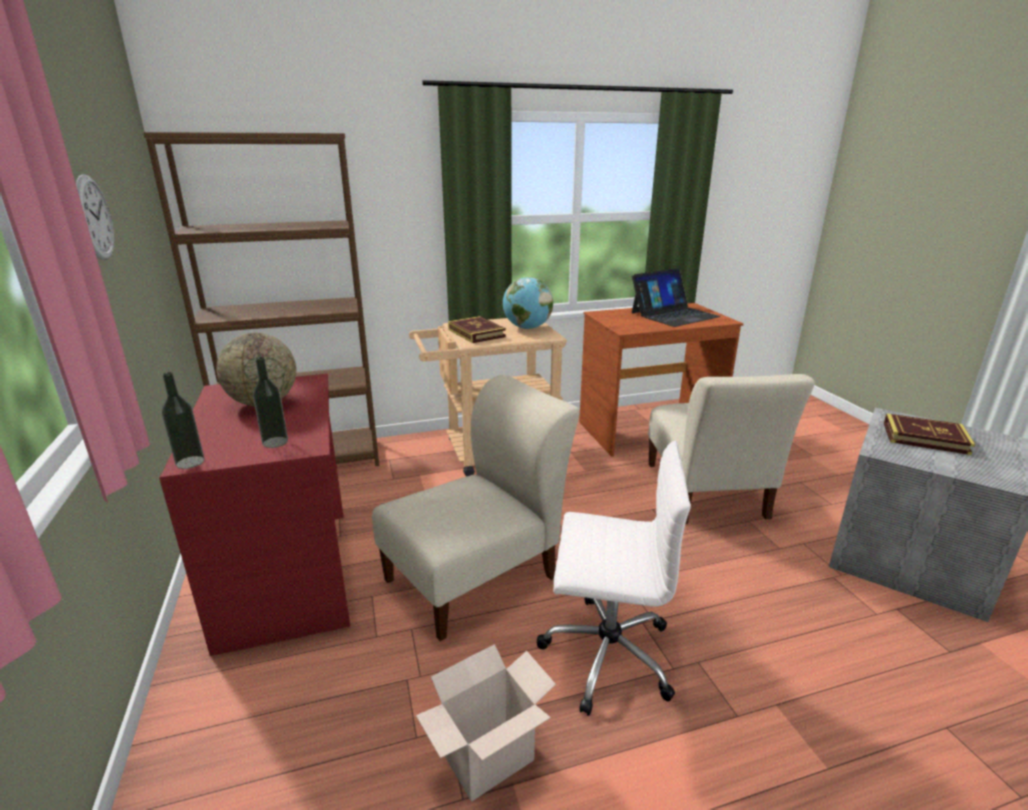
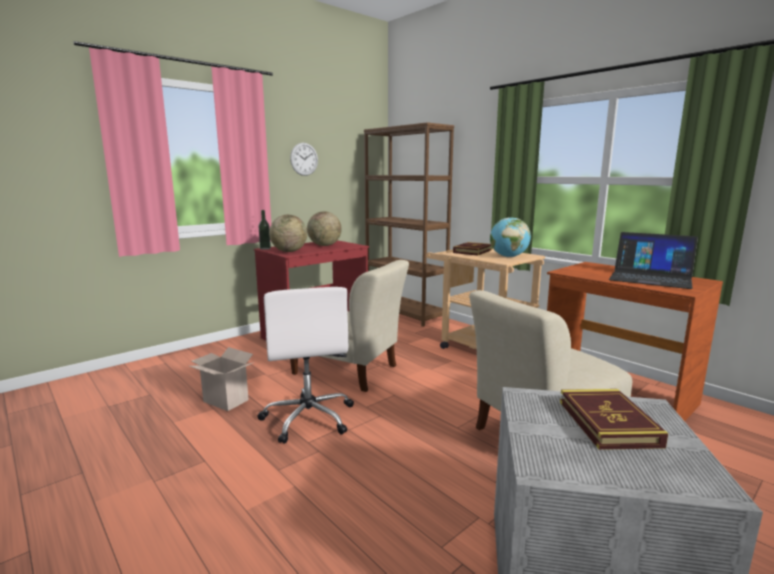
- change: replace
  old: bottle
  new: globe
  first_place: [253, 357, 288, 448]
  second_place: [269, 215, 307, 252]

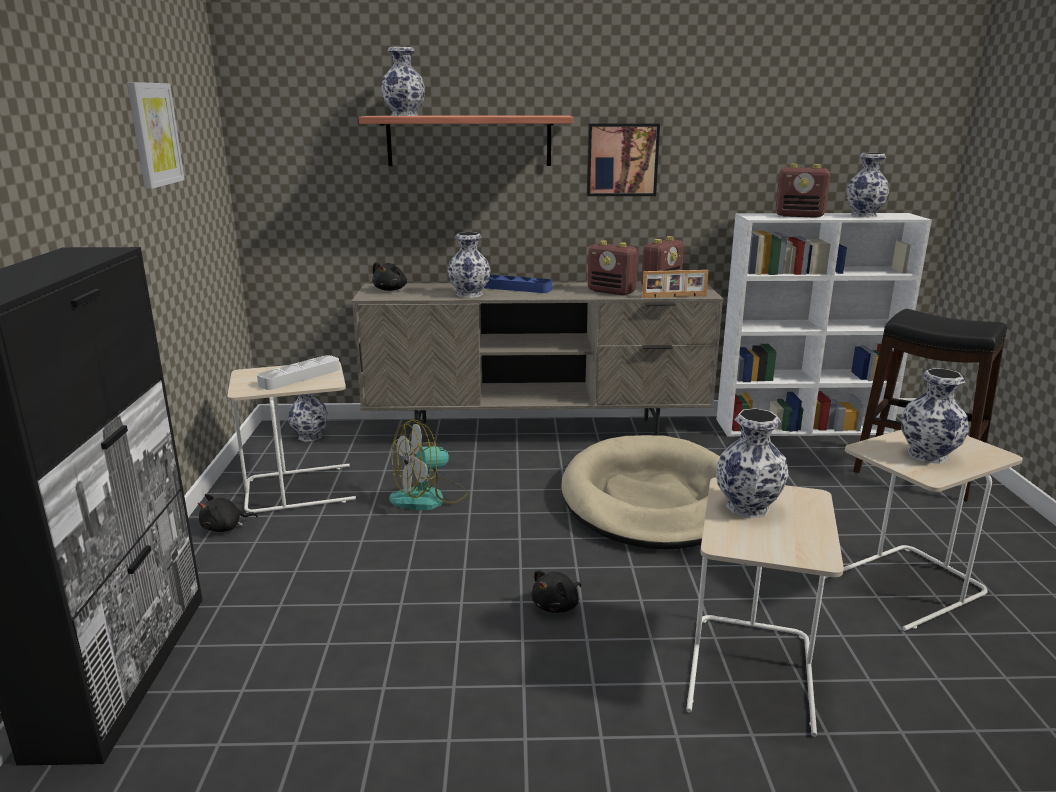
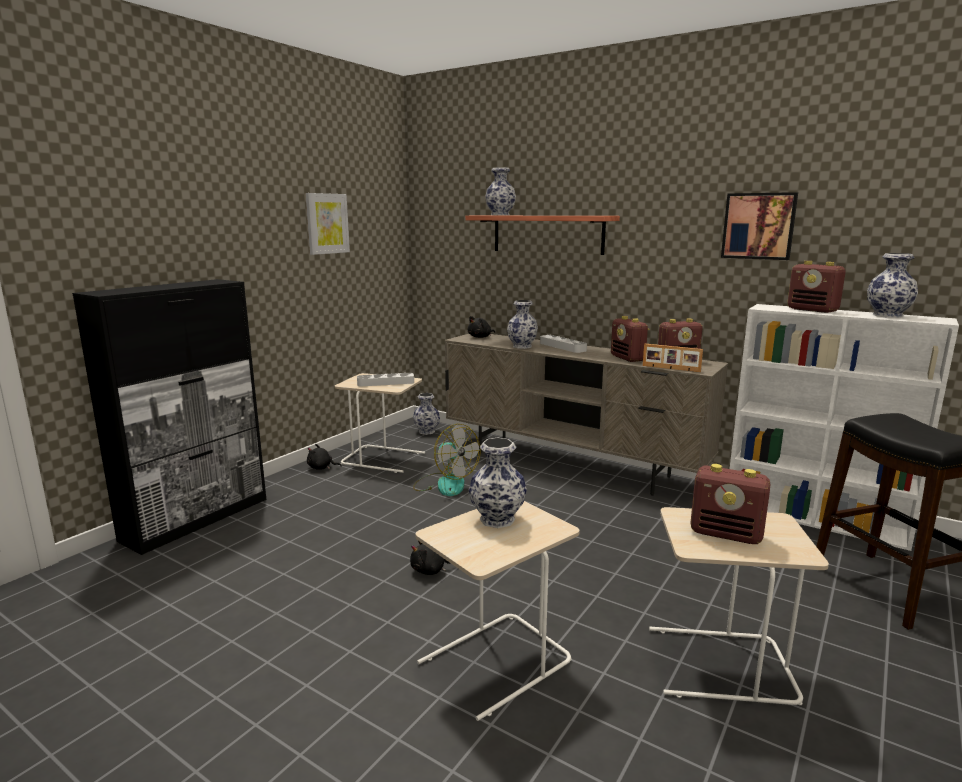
- change: move
  old: picture
  first_place: [587, 123, 660, 196]
  second_place: [721, 192, 798, 260]
- change: recolor
  old: tray (blue)
  new: tray (grey)
  first_place: [484, 275, 552, 293]
  second_place: [540, 335, 587, 353]
- change: replace
  old: vase
  new: radio
  first_place: [901, 368, 969, 464]
  second_place: [691, 464, 770, 544]
- change: rotate
  old: fan
  first_place: [389, 419, 468, 510]
  second_place: [413, 424, 481, 496]
  degrees: -135
- change: delete
  old: dog bed (beige)
  first_place: [561, 435, 720, 549]

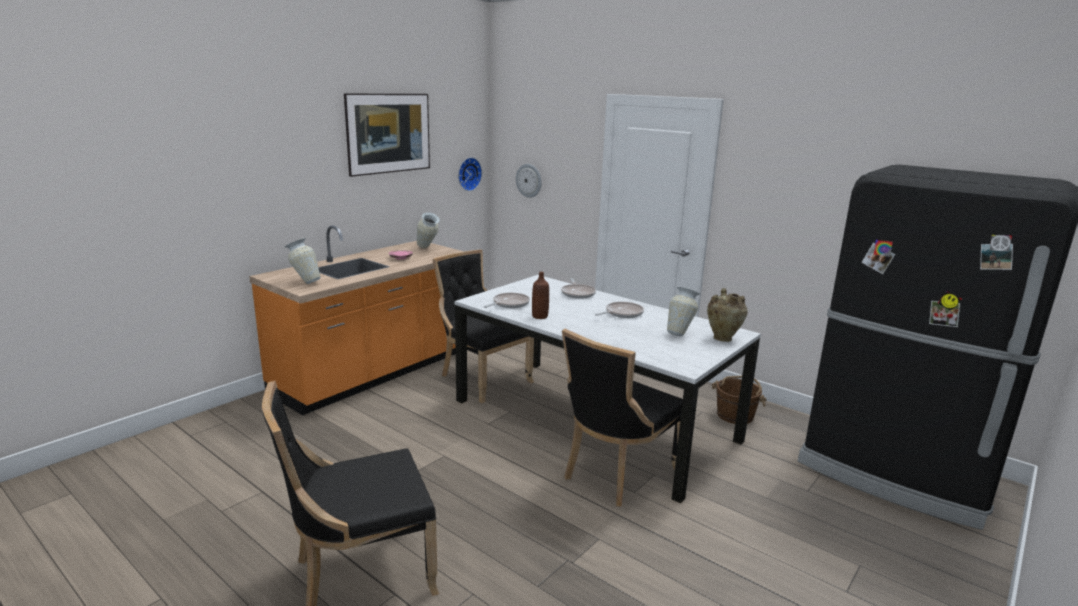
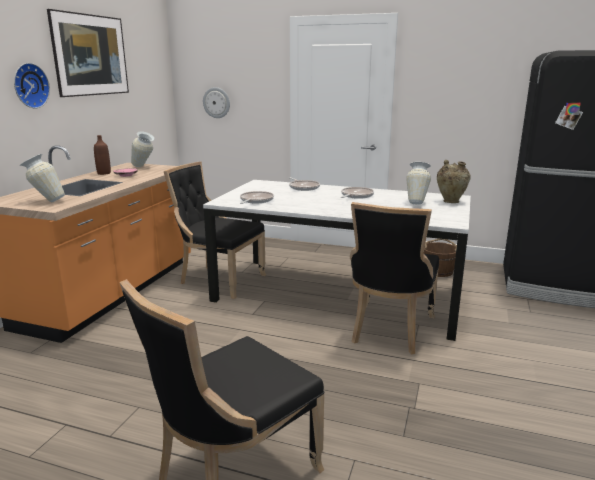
- change: move
  old: wall clock
  first_place: [458, 157, 482, 191]
  second_place: [14, 63, 50, 109]
- change: move
  old: bottle (brown)
  first_place: [532, 272, 549, 319]
  second_place: [94, 135, 111, 175]

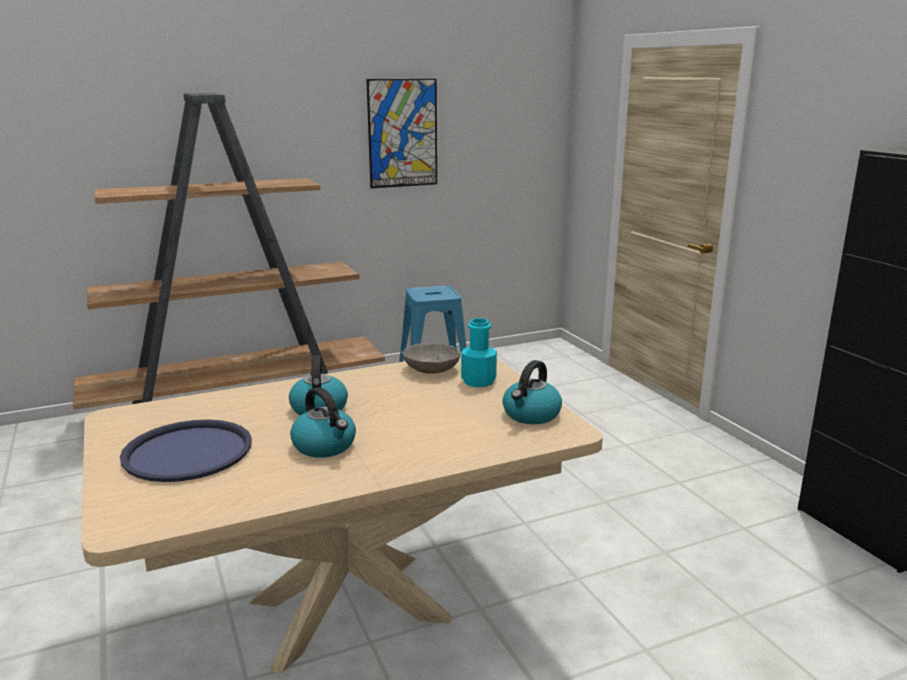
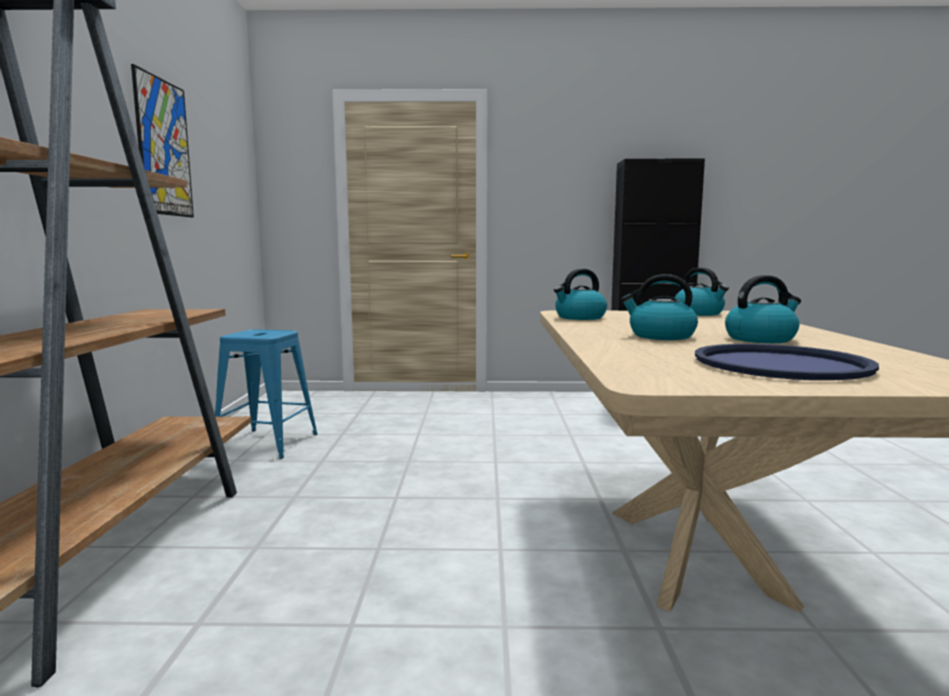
- change: delete
  old: bottle (turquoise)
  first_place: [461, 318, 497, 387]
- change: replace
  old: bowl (grey)
  new: kettle
  first_place: [403, 343, 461, 374]
  second_place: [554, 269, 607, 320]

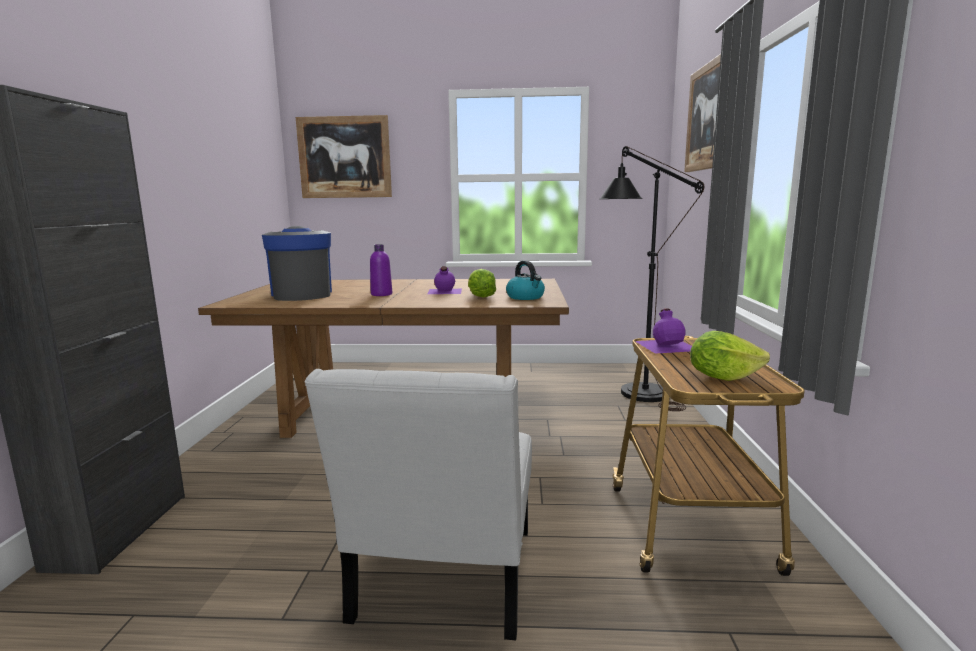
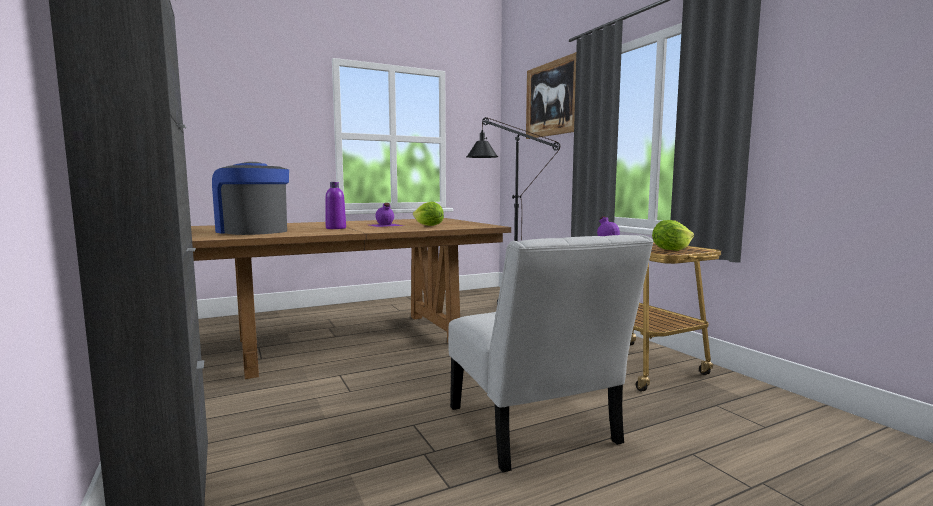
- change: delete
  old: picture
  first_place: [296, 115, 392, 198]
- change: delete
  old: kettle
  first_place: [506, 260, 545, 300]

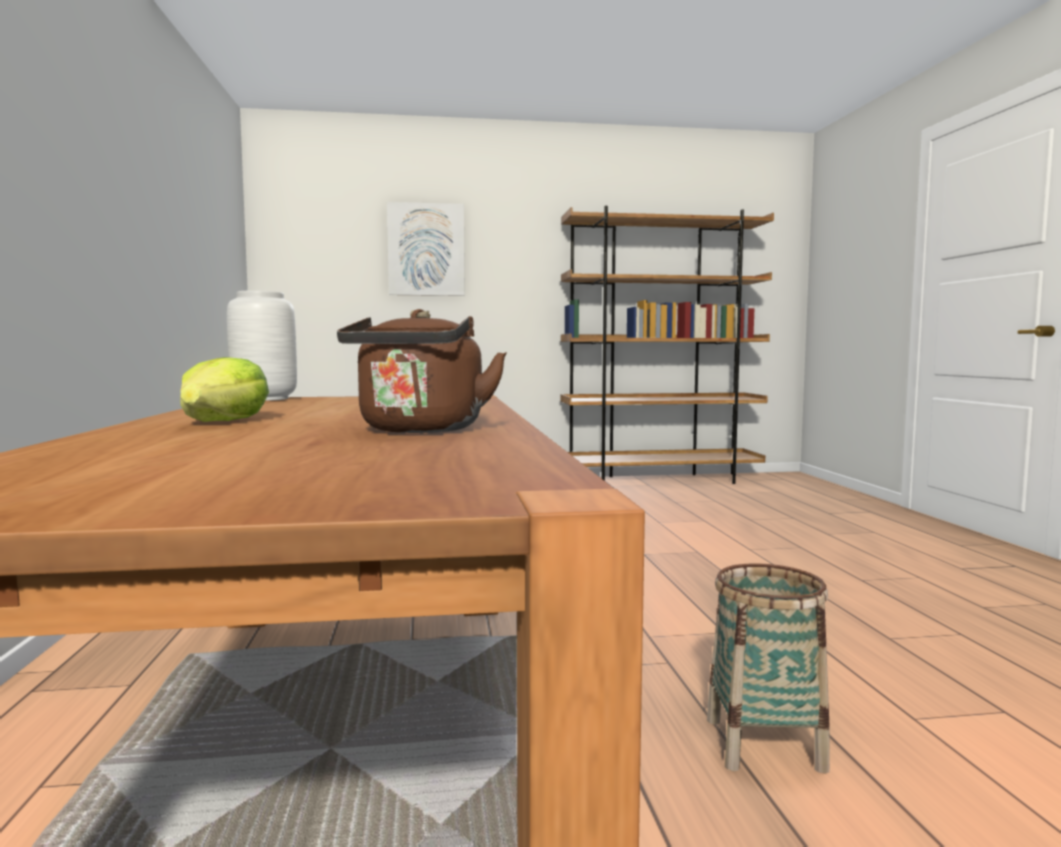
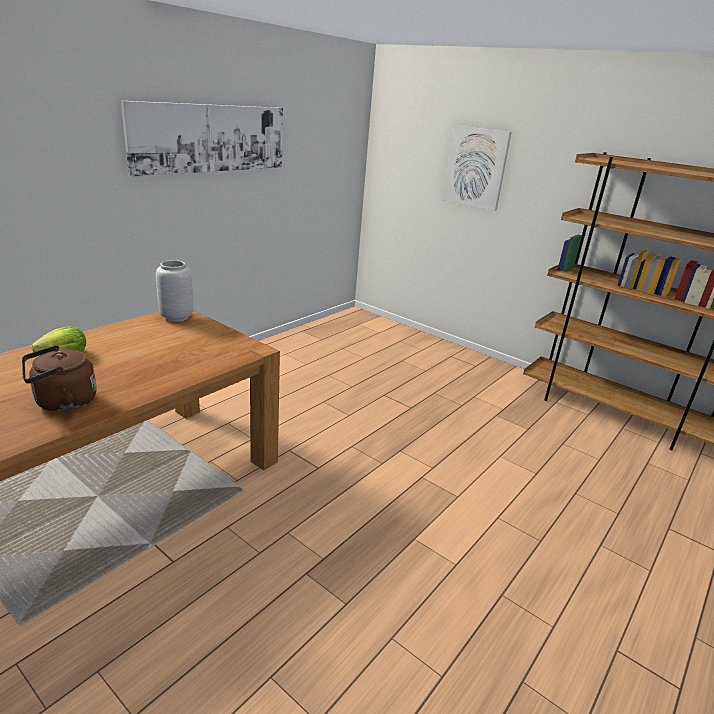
- change: delete
  old: basket
  first_place: [707, 563, 830, 774]
- change: insert
  new: picture
  second_place: [121, 101, 283, 177]

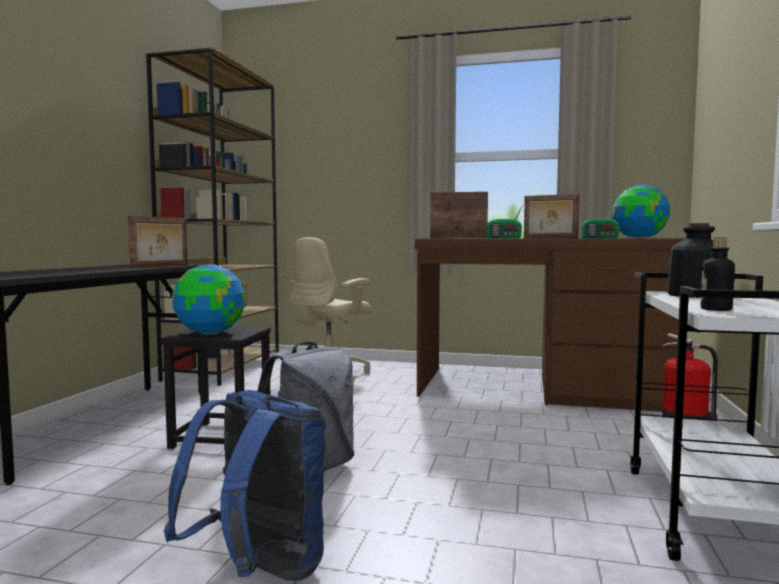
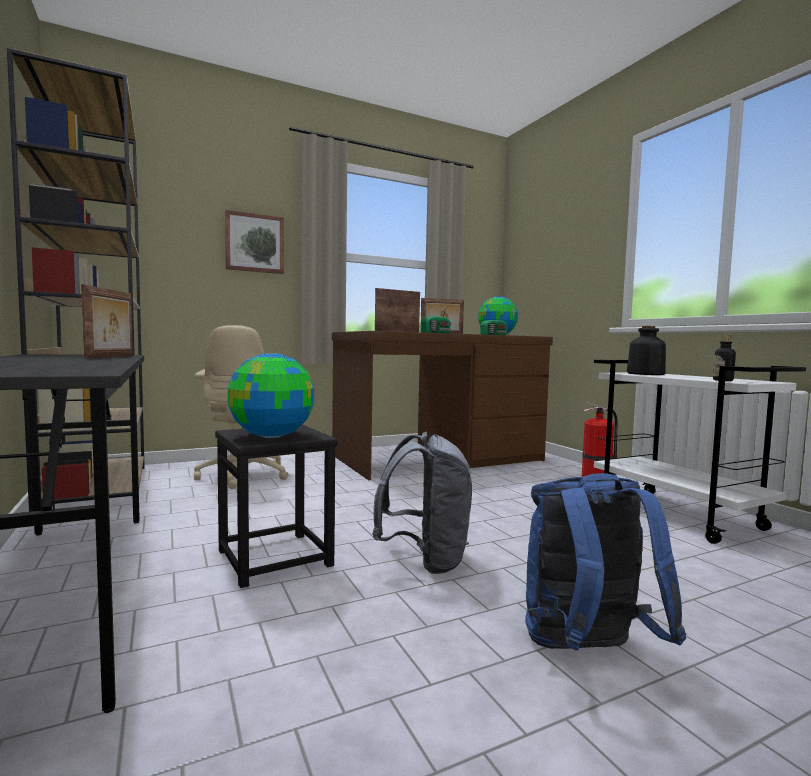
- change: insert
  new: picture
  second_place: [225, 210, 284, 274]

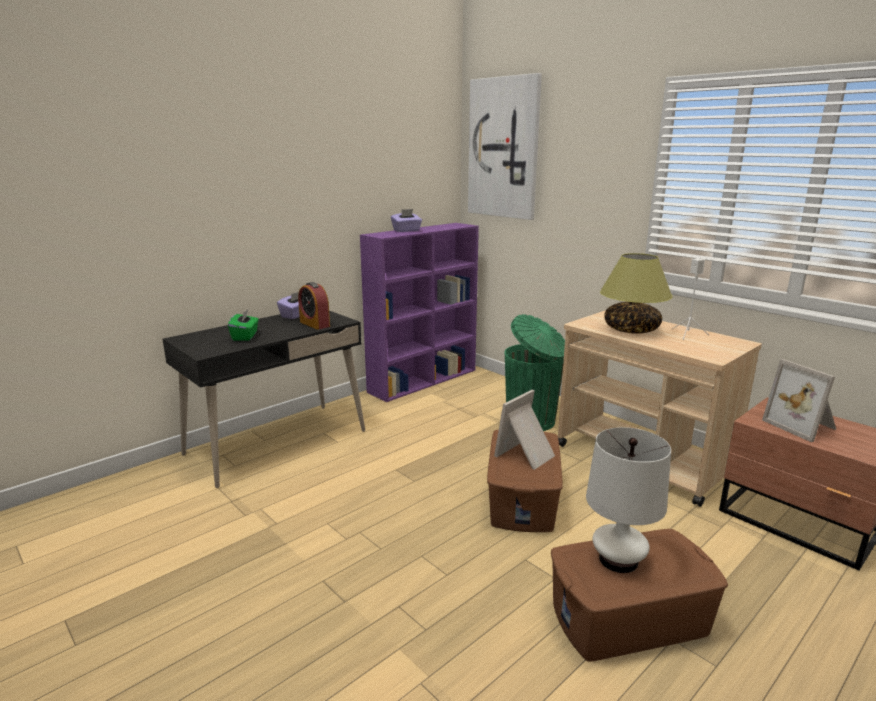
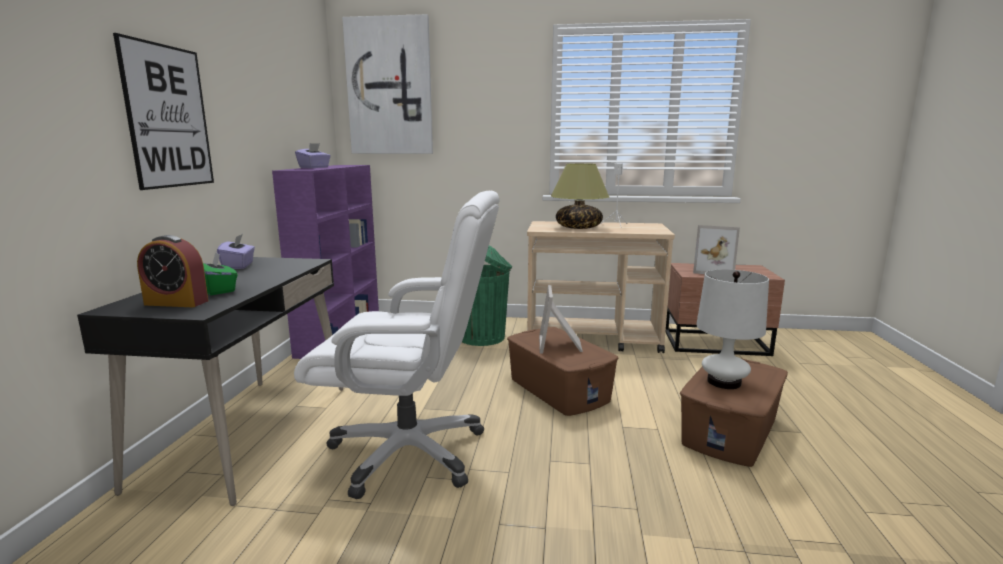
- change: move
  old: alarm clock
  first_place: [298, 282, 330, 330]
  second_place: [137, 235, 209, 307]
- change: insert
  new: picture
  second_place: [113, 33, 214, 190]
- change: insert
  new: office chair (white)
  second_place: [294, 191, 500, 499]

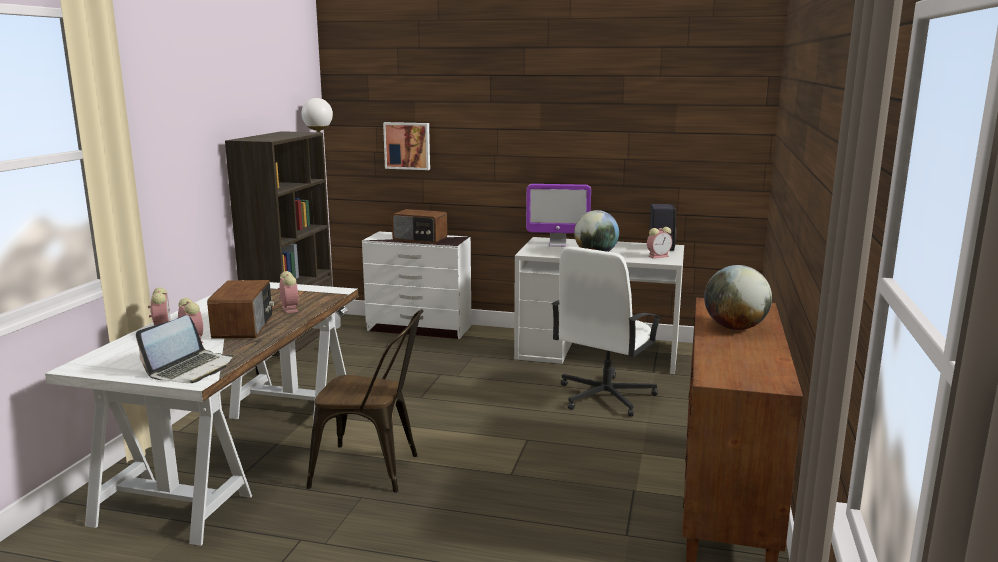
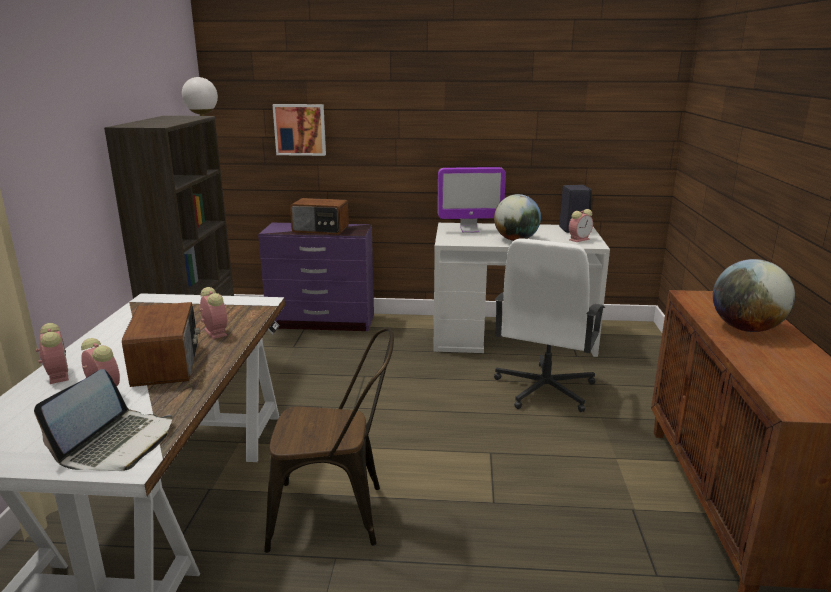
- change: recolor
  old: dresser (white)
  new: dresser (purple)
  first_place: [362, 231, 471, 339]
  second_place: [258, 223, 374, 331]

